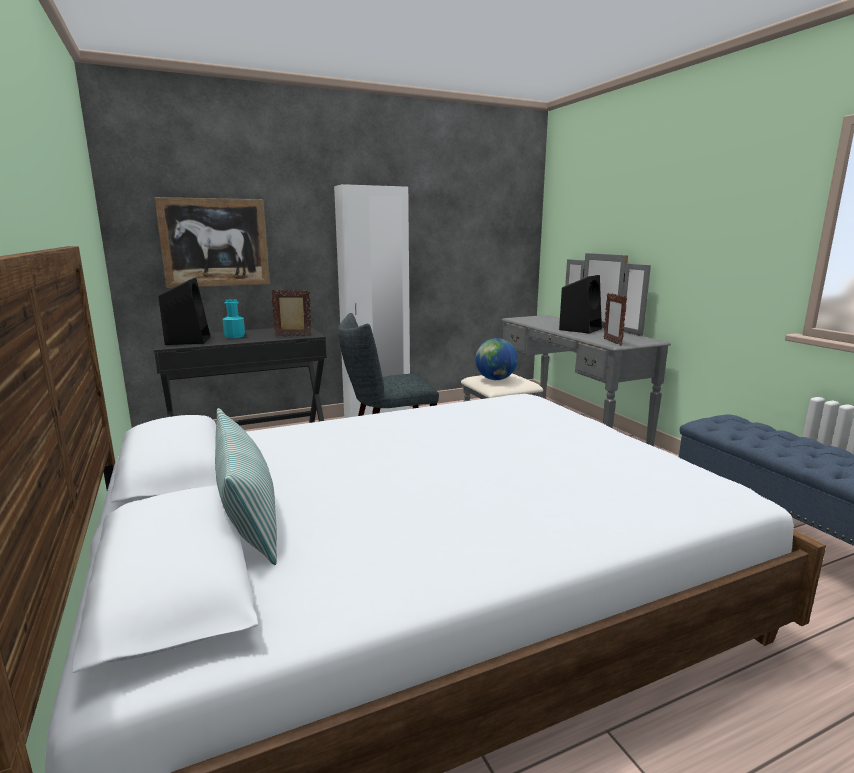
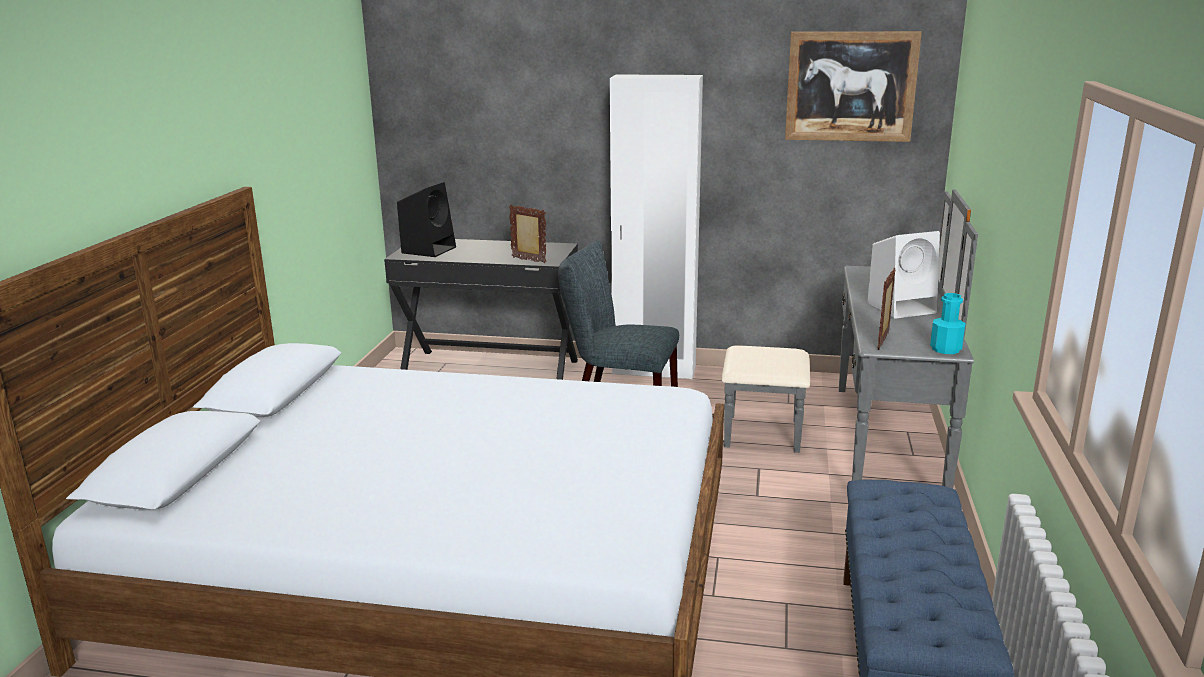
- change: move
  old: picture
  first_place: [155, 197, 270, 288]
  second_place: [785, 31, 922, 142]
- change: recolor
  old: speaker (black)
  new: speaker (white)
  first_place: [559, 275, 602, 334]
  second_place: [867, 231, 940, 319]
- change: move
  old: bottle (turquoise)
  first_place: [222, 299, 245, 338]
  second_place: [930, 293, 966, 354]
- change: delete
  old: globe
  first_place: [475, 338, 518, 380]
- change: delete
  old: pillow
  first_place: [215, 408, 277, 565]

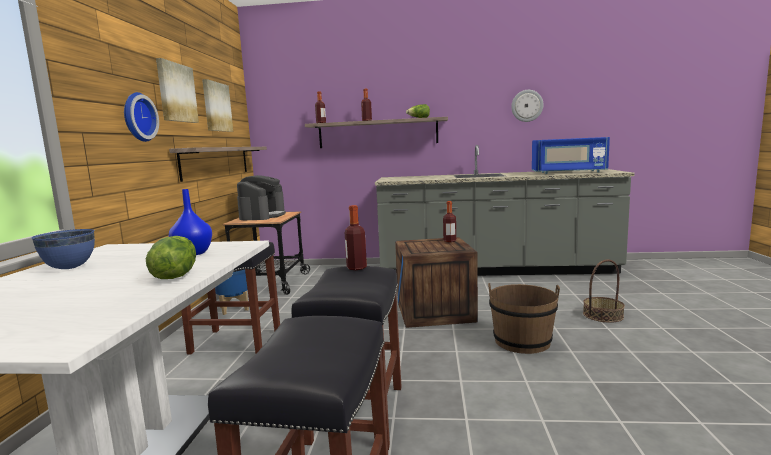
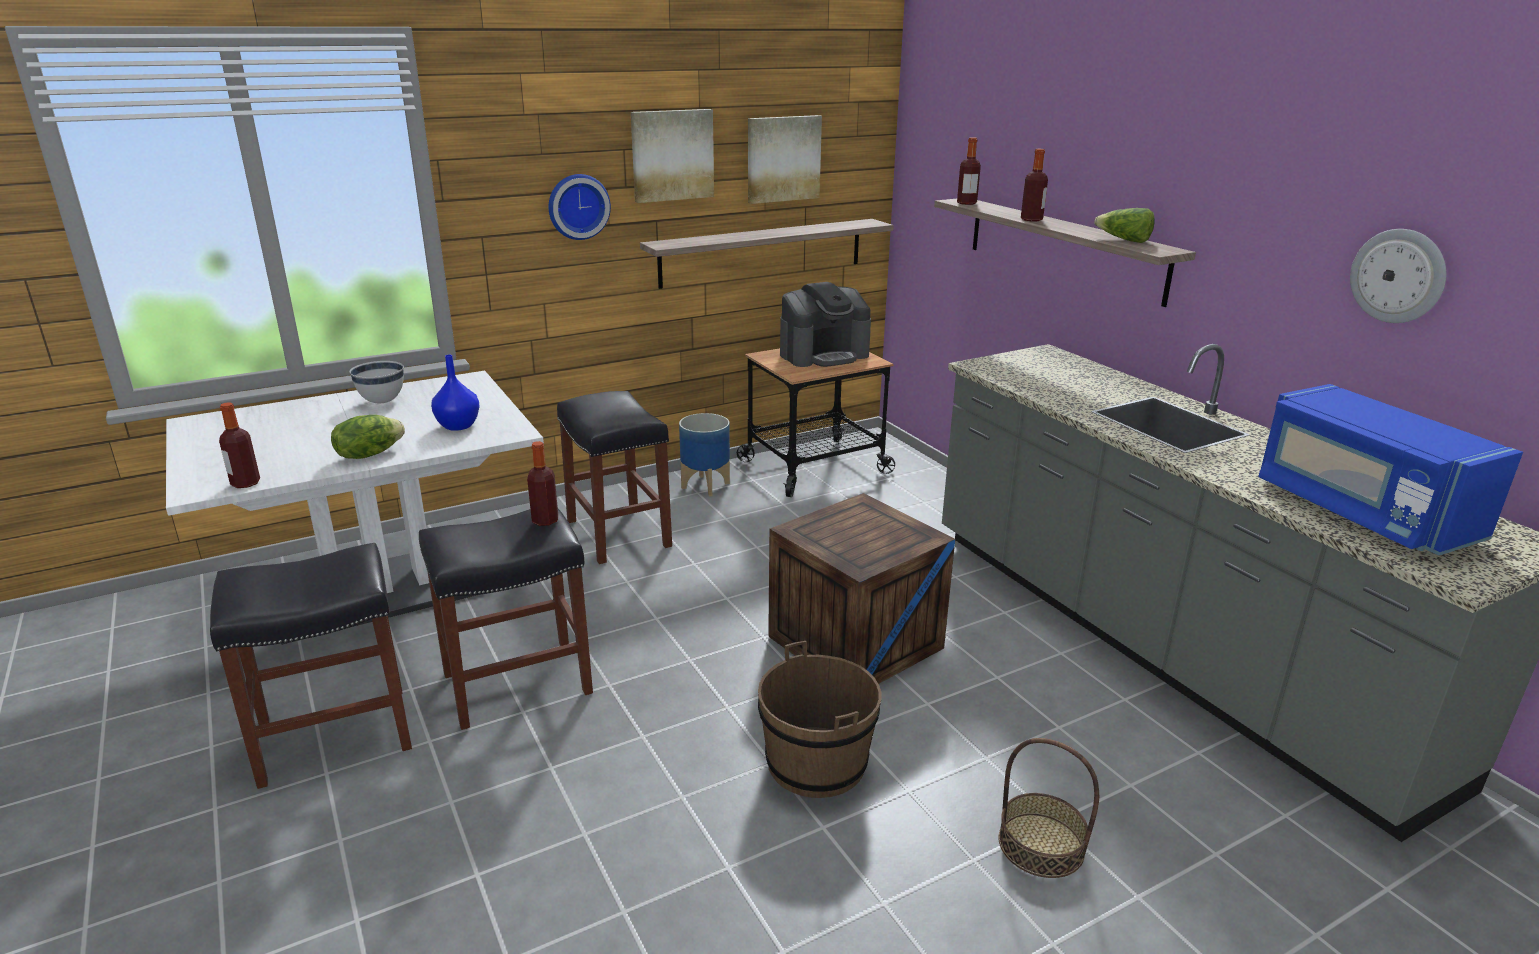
- change: move
  old: bottle
  first_place: [443, 201, 456, 242]
  second_place: [219, 402, 260, 488]
- change: recolor
  old: bowl (blue)
  new: bowl (white)
  first_place: [32, 229, 95, 269]
  second_place: [349, 361, 404, 403]

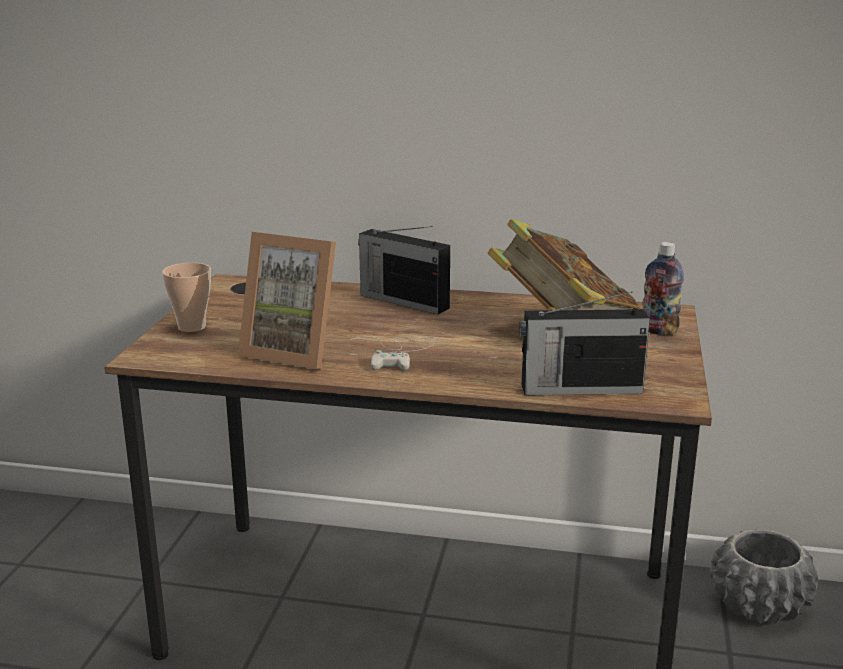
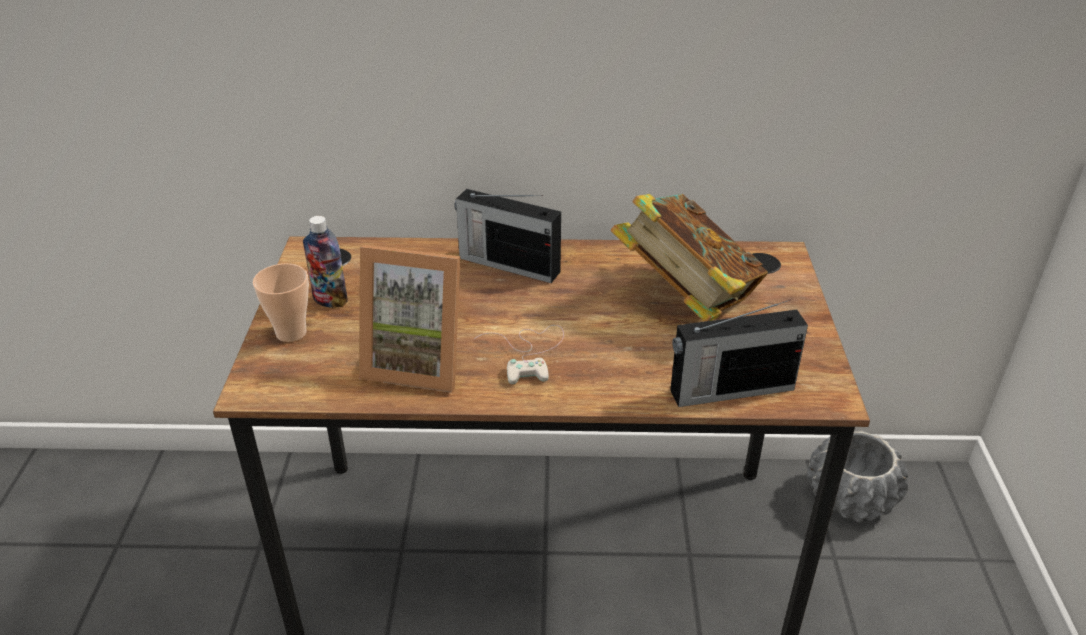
- change: move
  old: bottle
  first_place: [642, 242, 684, 335]
  second_place: [303, 216, 347, 308]

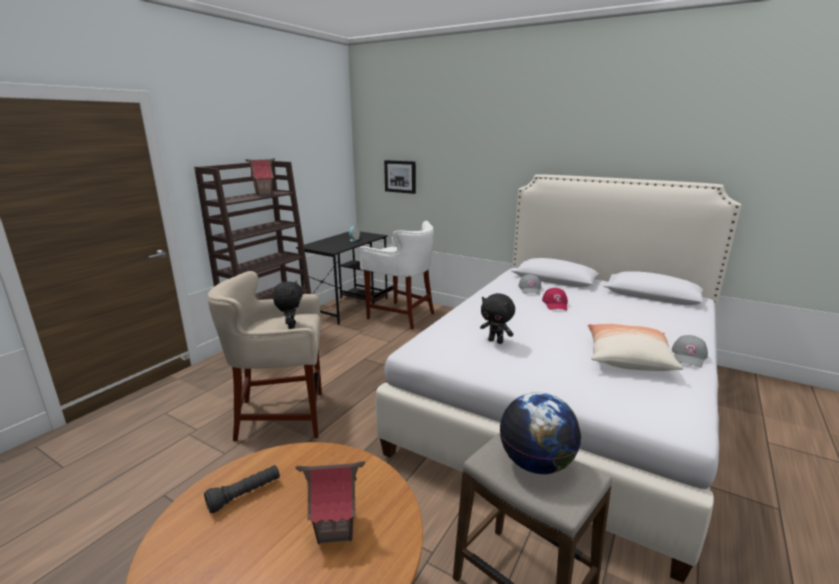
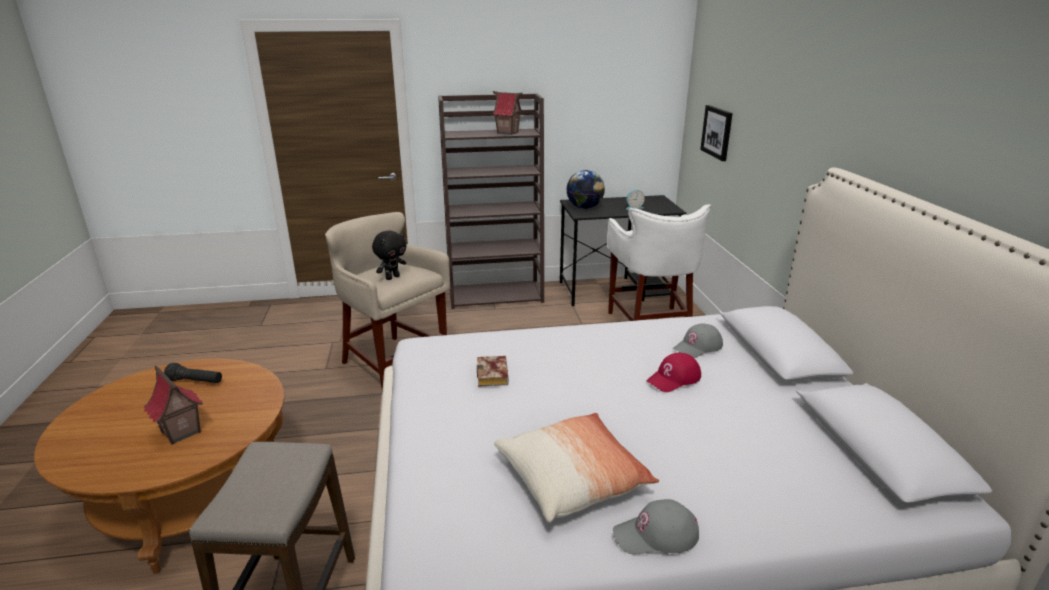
- change: replace
  old: plush toy (black)
  new: book
  first_place: [480, 293, 515, 344]
  second_place: [477, 356, 509, 387]
- change: move
  old: globe
  first_place: [500, 392, 581, 474]
  second_place: [566, 170, 605, 209]

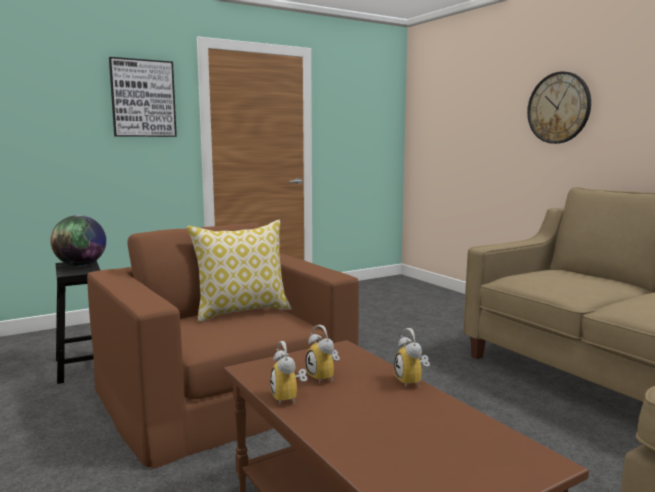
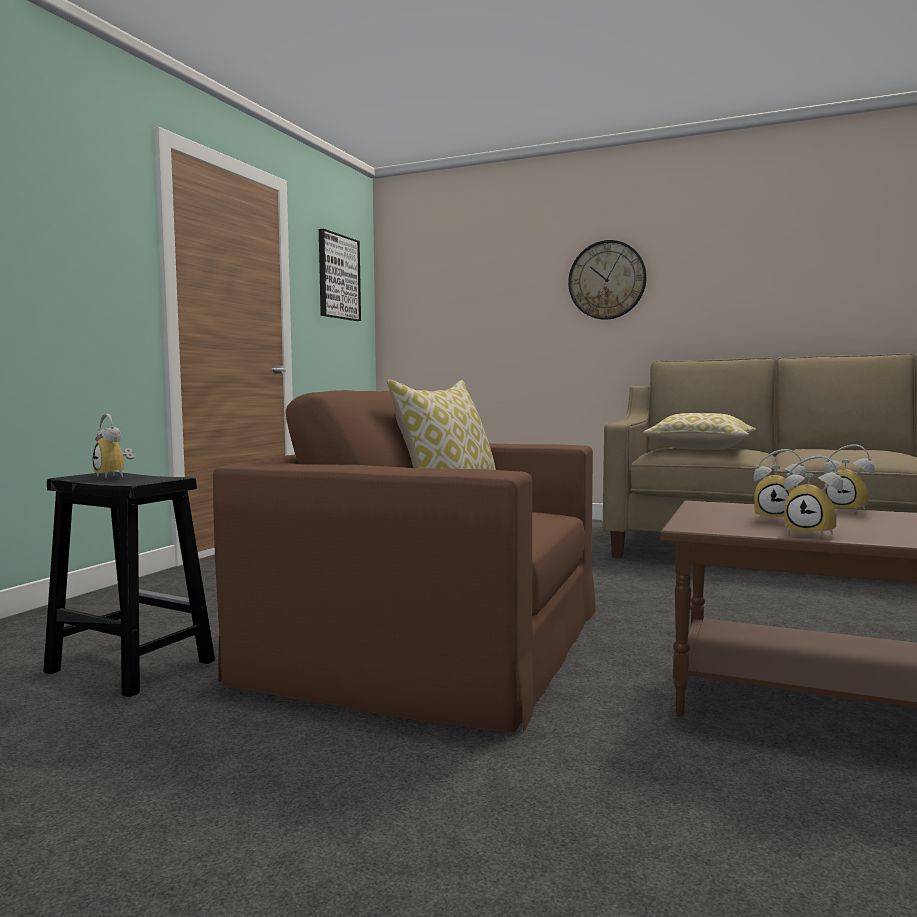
- change: move
  old: picture
  first_place: [109, 57, 177, 137]
  second_place: [319, 228, 361, 321]
- change: replace
  old: globe
  new: alarm clock
  first_place: [50, 215, 106, 266]
  second_place: [93, 414, 134, 478]
- change: insert
  new: pillow
  second_place: [643, 413, 756, 450]

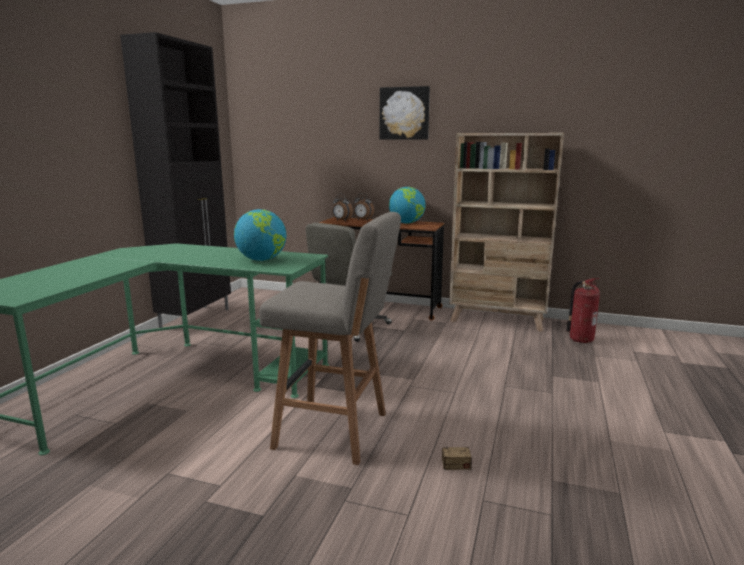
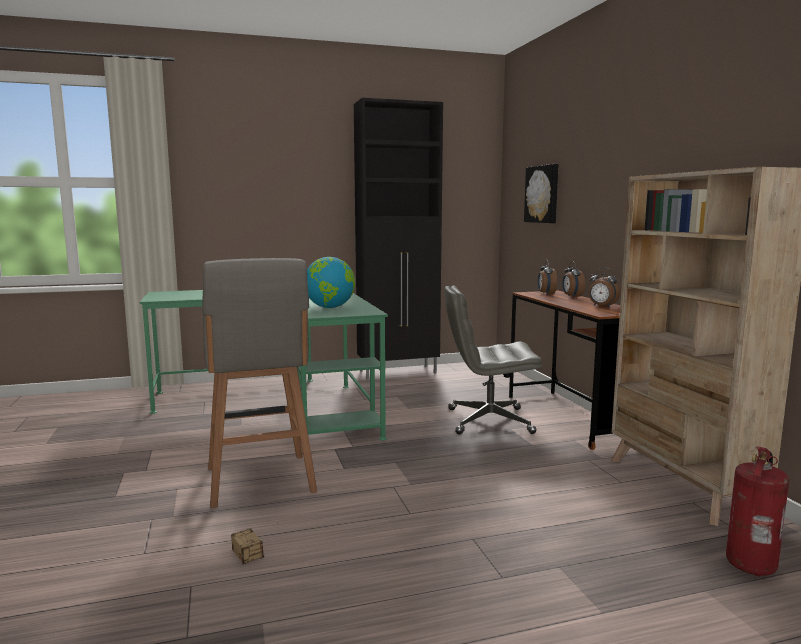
- change: move
  old: picture
  first_place: [380, 86, 430, 140]
  second_place: [524, 164, 559, 223]
- change: replace
  old: globe
  new: alarm clock
  first_place: [389, 187, 426, 224]
  second_place: [589, 267, 620, 308]

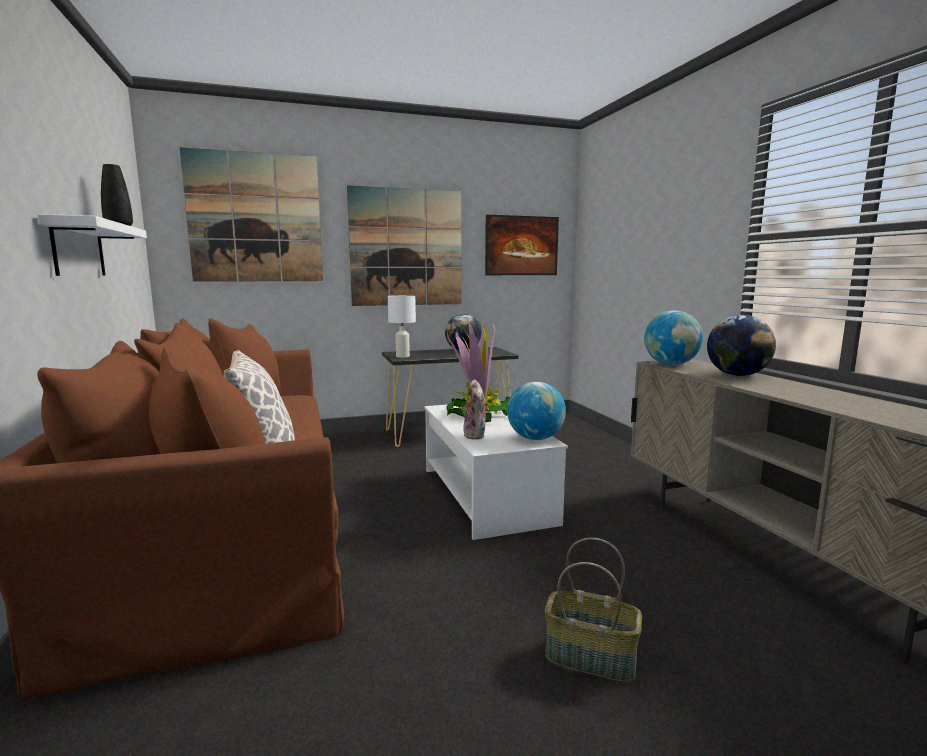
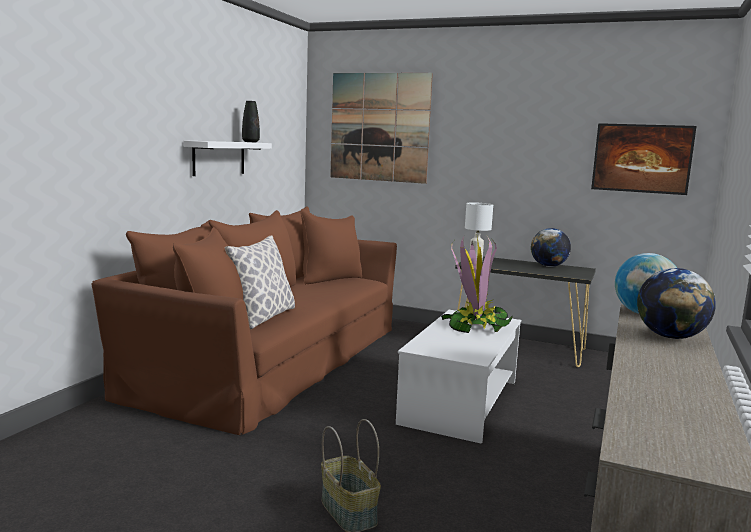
- change: delete
  old: picture
  first_place: [347, 185, 462, 306]
- change: delete
  old: plush toy
  first_place: [463, 379, 489, 440]
- change: delete
  old: globe
  first_place: [507, 382, 566, 440]

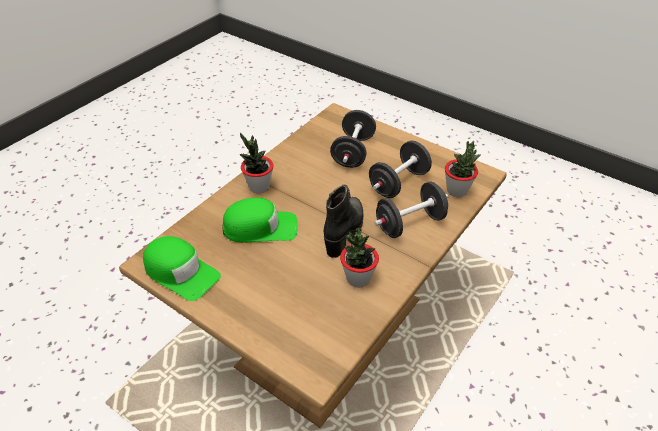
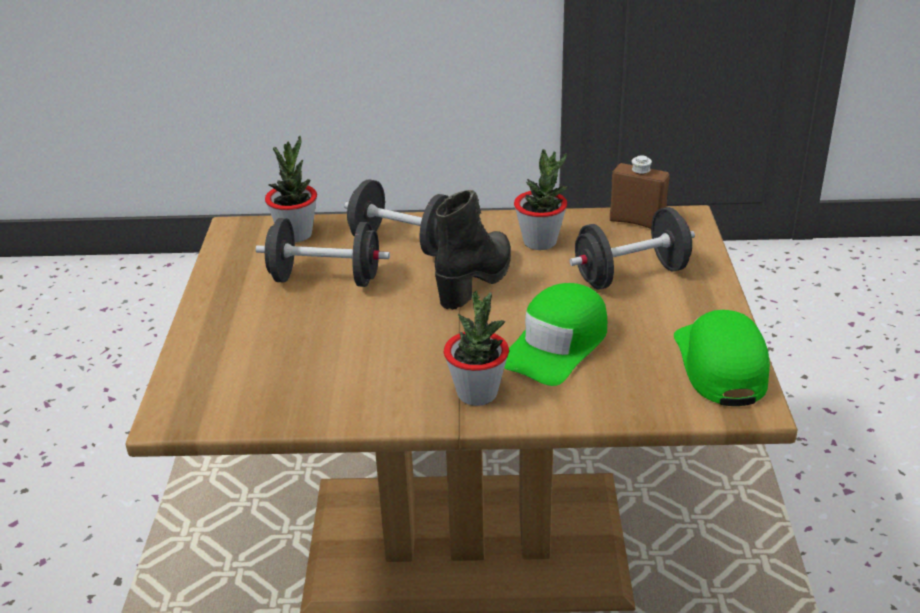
- change: move
  old: dumbbell (black)
  first_place: [330, 110, 376, 168]
  second_place: [569, 207, 695, 290]
- change: rotate
  old: boot (black)
  first_place: [324, 184, 363, 258]
  second_place: [435, 190, 511, 310]
  degrees: 135
- change: rotate
  old: cap (green)
  first_place: [222, 198, 298, 242]
  second_place: [504, 283, 607, 386]
  degrees: -105
- change: insert
  new: bottle (brown)
  second_place: [610, 155, 670, 229]

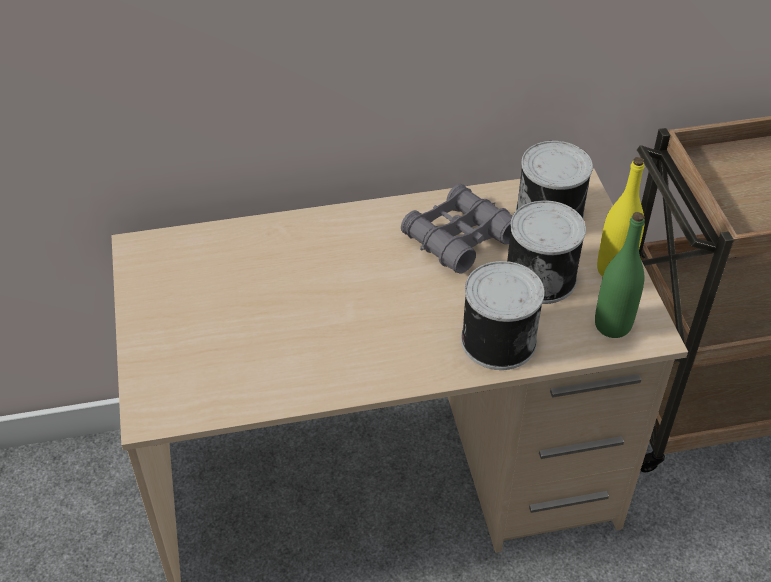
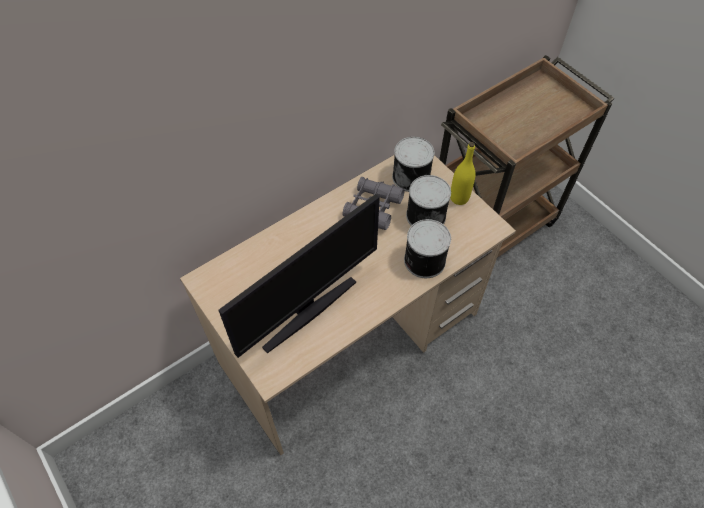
- change: delete
  old: bottle (green)
  first_place: [595, 212, 644, 338]
- change: insert
  new: monitor
  second_place: [219, 194, 380, 358]

